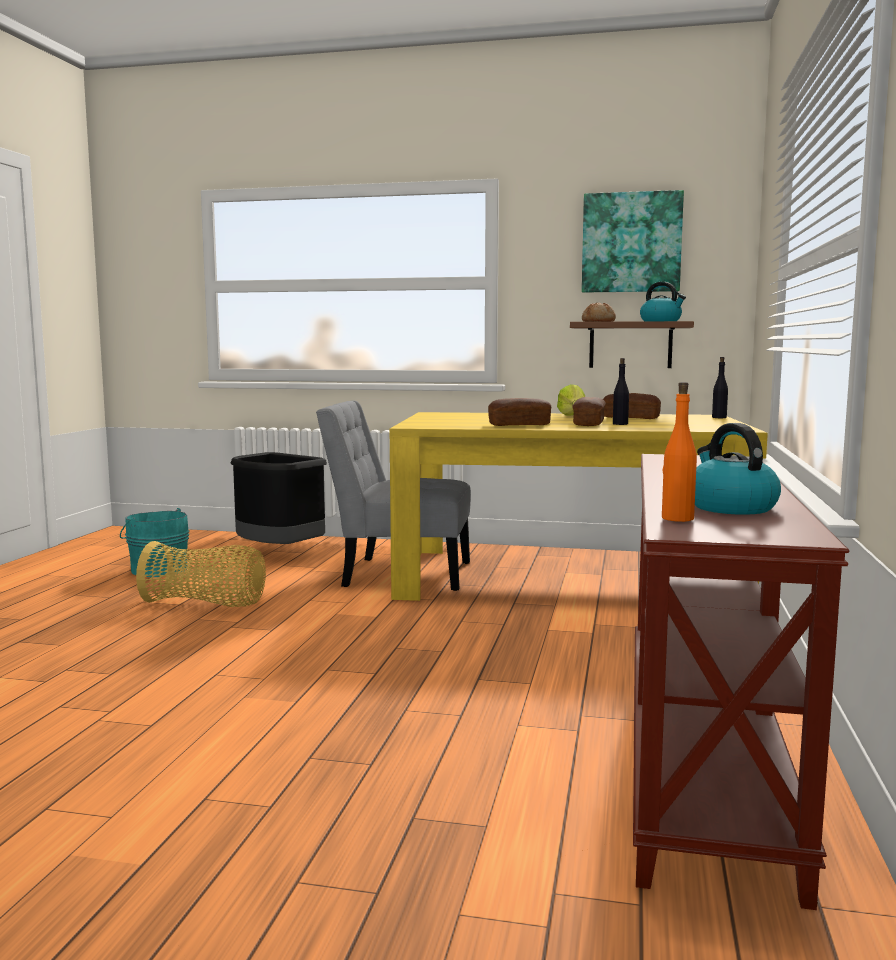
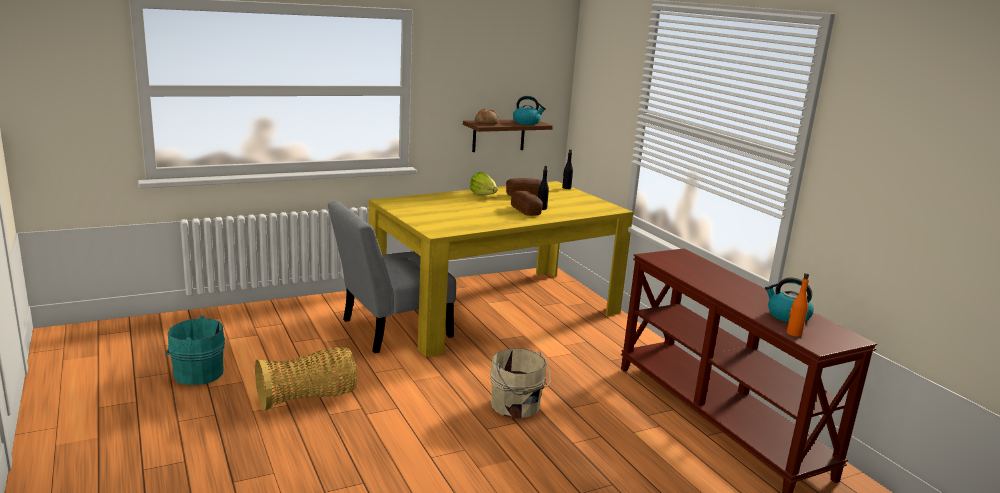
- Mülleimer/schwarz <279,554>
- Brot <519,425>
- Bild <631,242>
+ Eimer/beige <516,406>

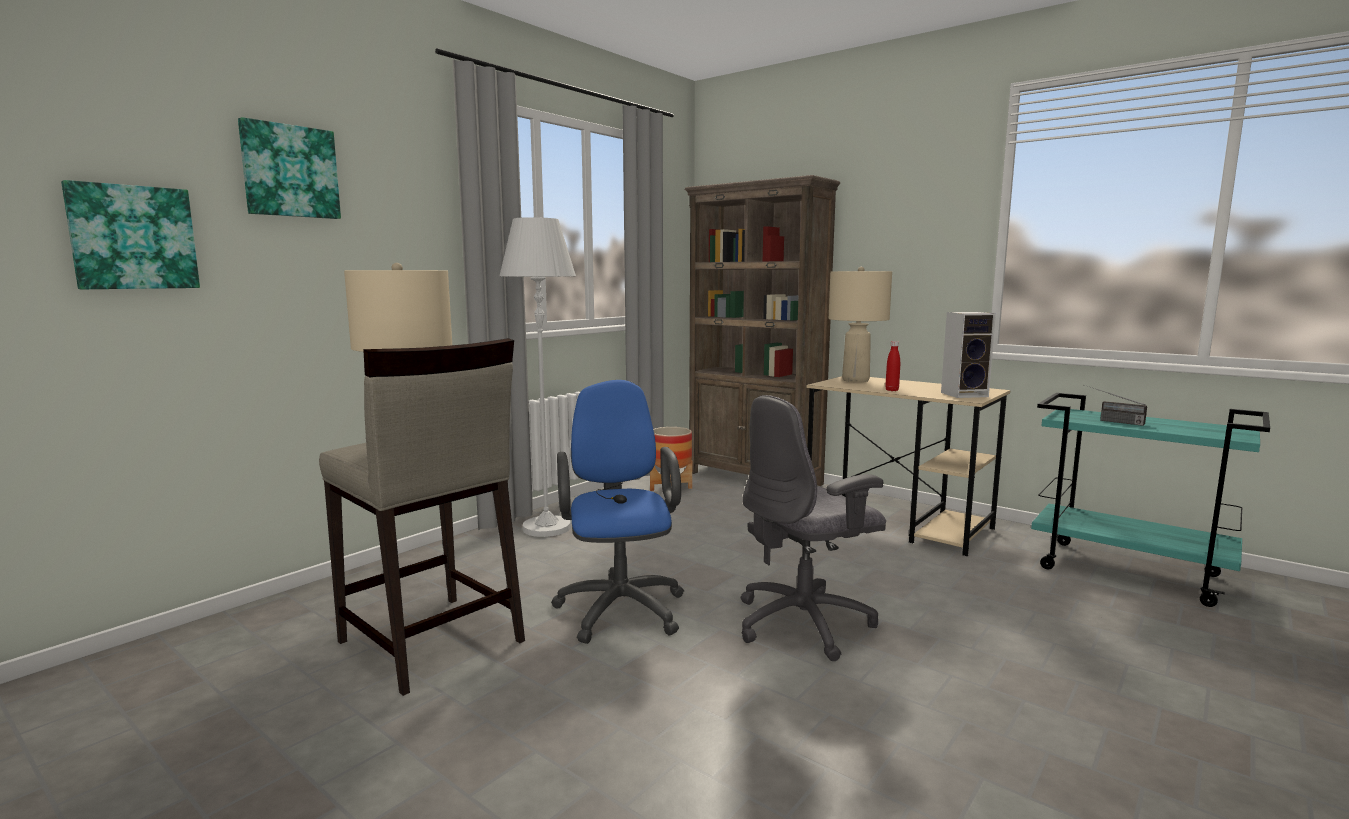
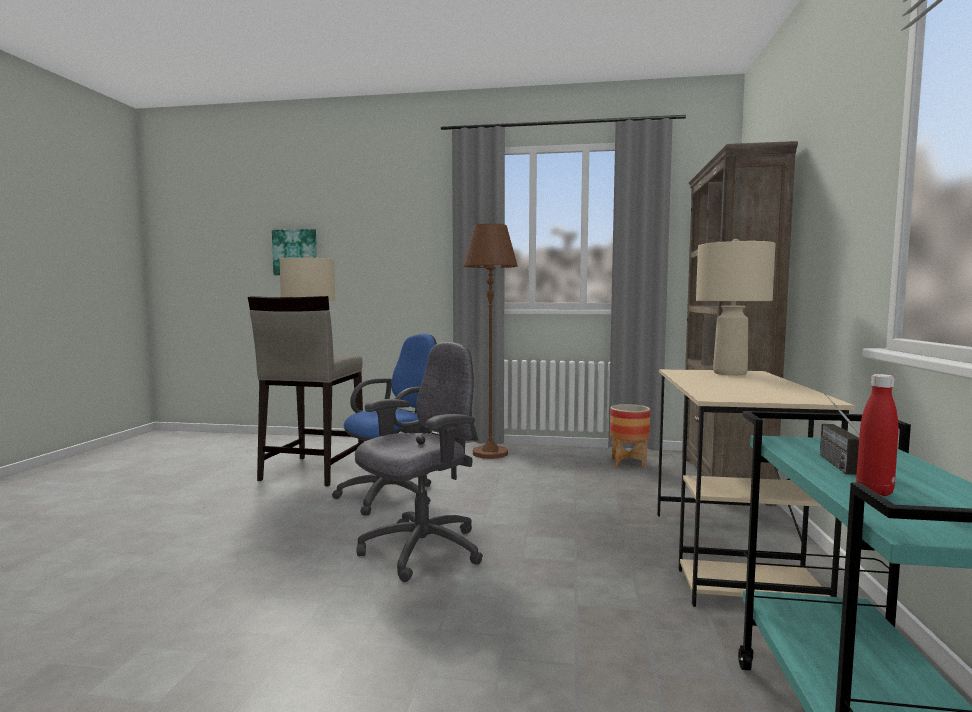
- Bild <290,171>
- Lautsprecher <965,394>
~ Flasche/rot <892,390> to <874,492>
~ Stehlampe/weiß <546,528> to Stehlampe/braun <490,453>
~ Bürostuhl/grau <805,623> = <420,551> 105 degrees clockwise

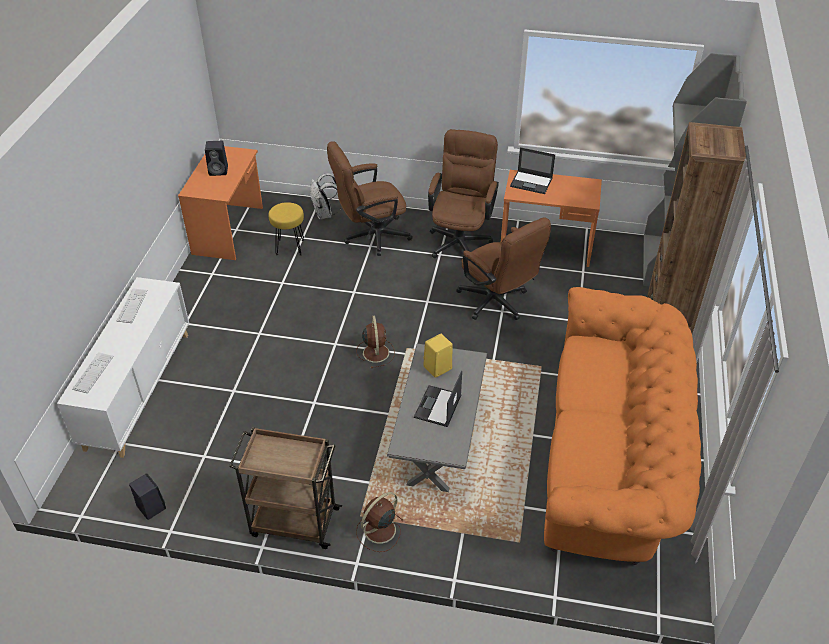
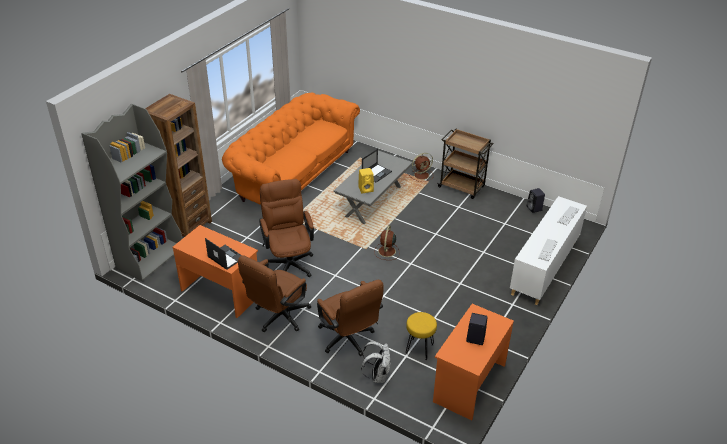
~ Bürostuhl/braun <370,237> = <348,340> 60 degrees clockwise

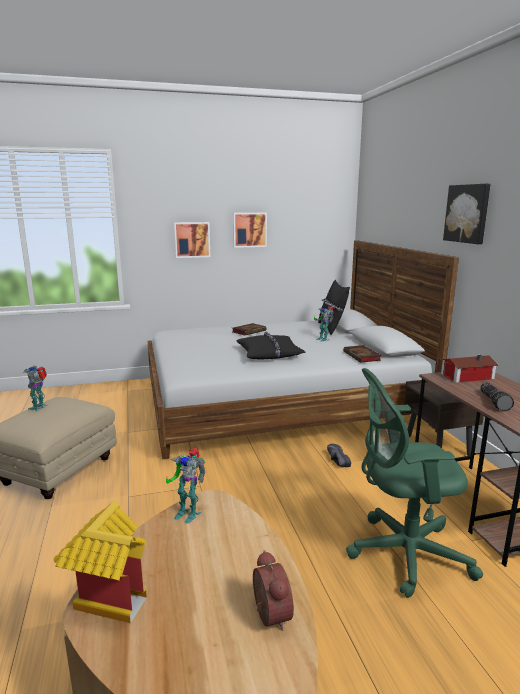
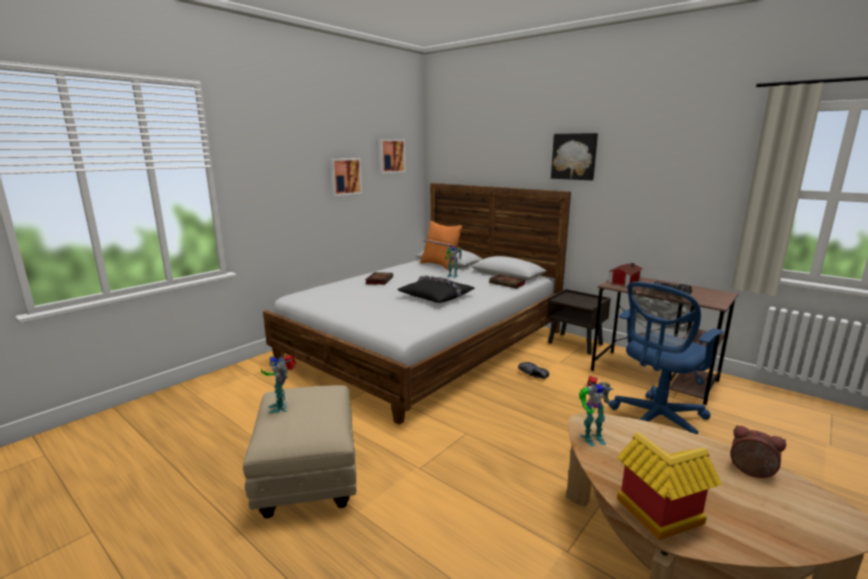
~ Bild <192,239> to <391,156>
~ Kissen/schwarz <332,328> to Kissen/orange <440,266>
~ Bürostuhl/grün <402,553> to Bürostuhl/blau <656,421>

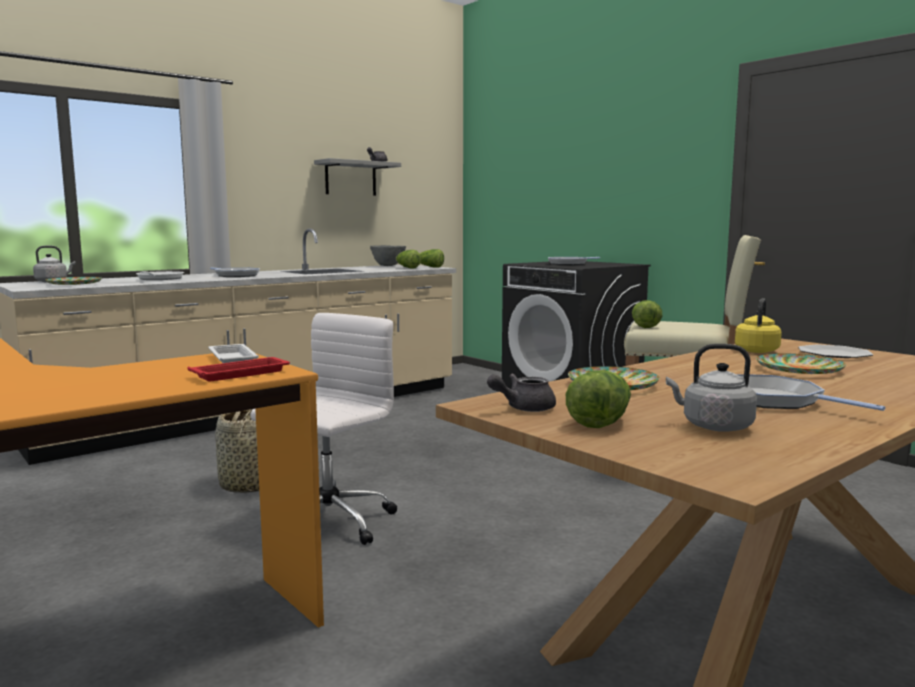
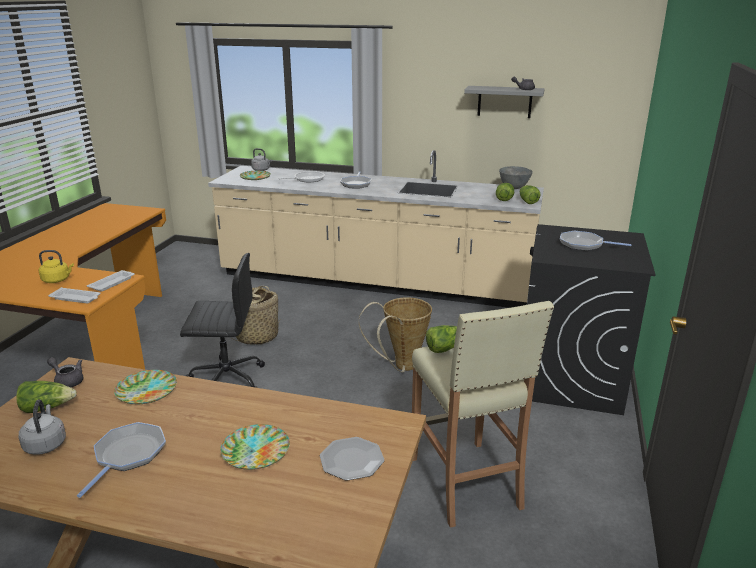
+ Korb <401,367>
~ Wasserkessel/gelb <757,350> to <57,280>
~ Tablett/rot <242,374> to Tablett/weiß <76,298>
~ Bürostuhl/weiß <326,522> to Bürostuhl/schwarz <225,380>

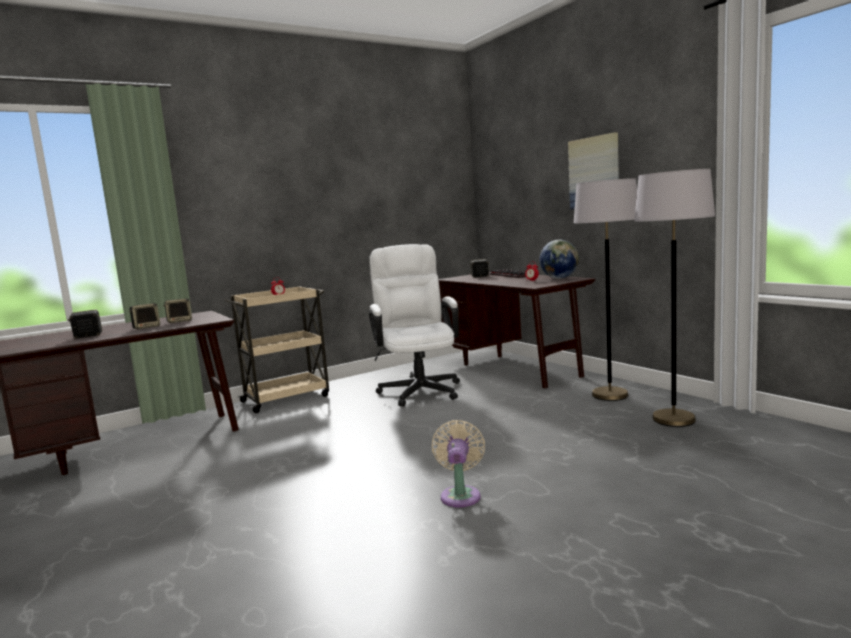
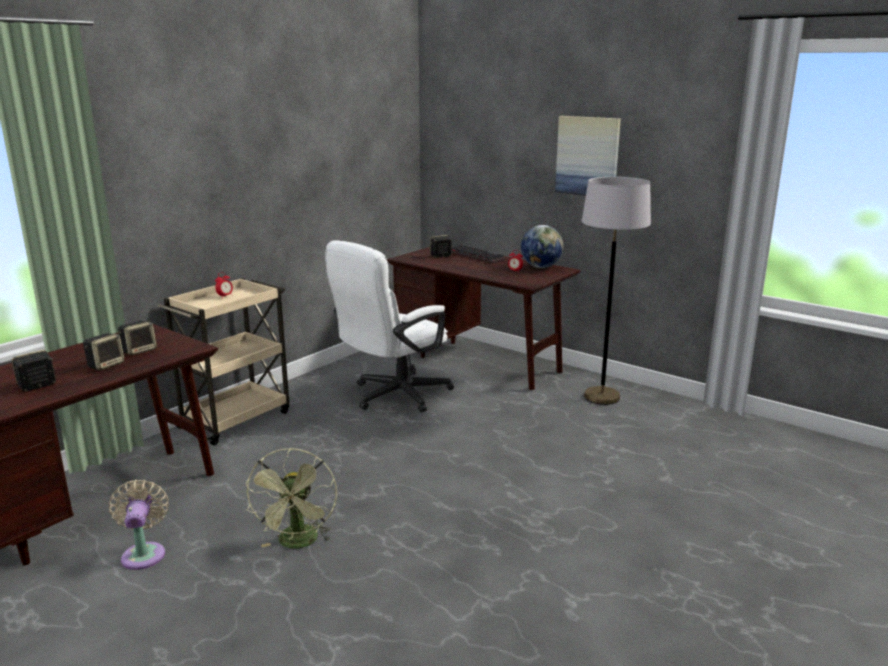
- Stehlampe/grau <673,419>
+ Ventilator/grün <298,543>
~ Ventilator/beige <460,495> to <144,553>
~ Bürostuhl/weiß <419,389> = <393,396> 105 degrees counterclockwise

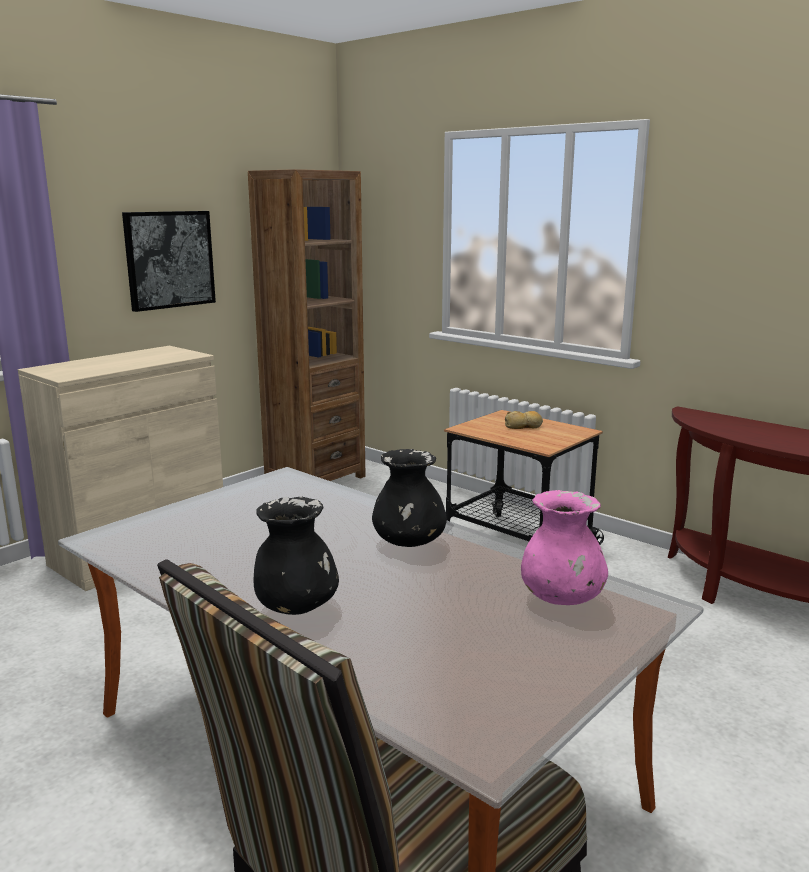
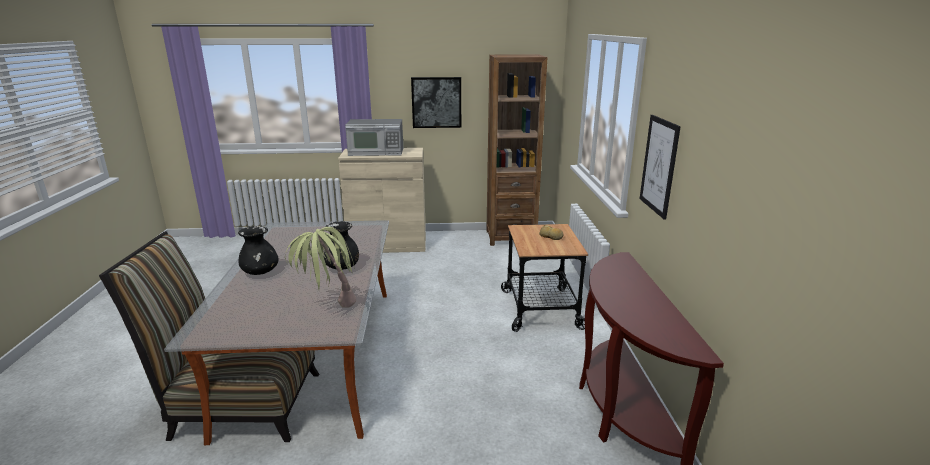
+ Mikrowelle <376,152>
+ Bild <659,165>
~ Vase/rosa <562,599> to Topfpflanze <327,311>

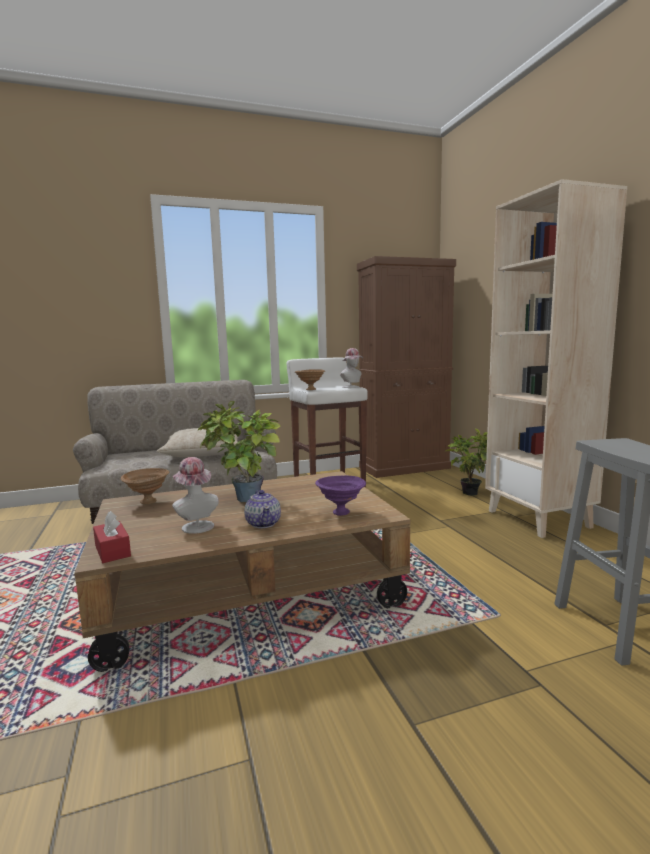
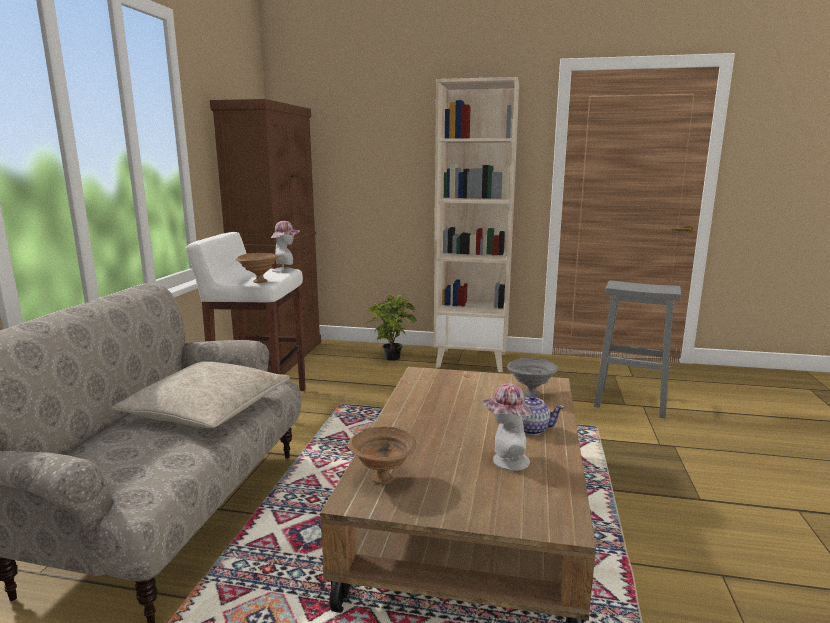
- Taschentuchbox/rot <112,551>
- Topfpflanze <242,500>
~ Schüssel/lila <340,512> to Schüssel/grau <530,394>

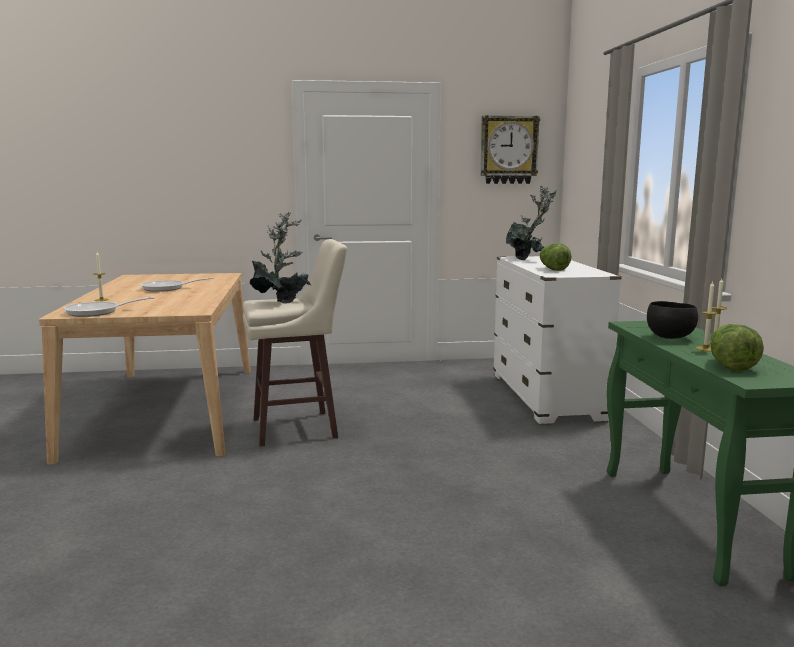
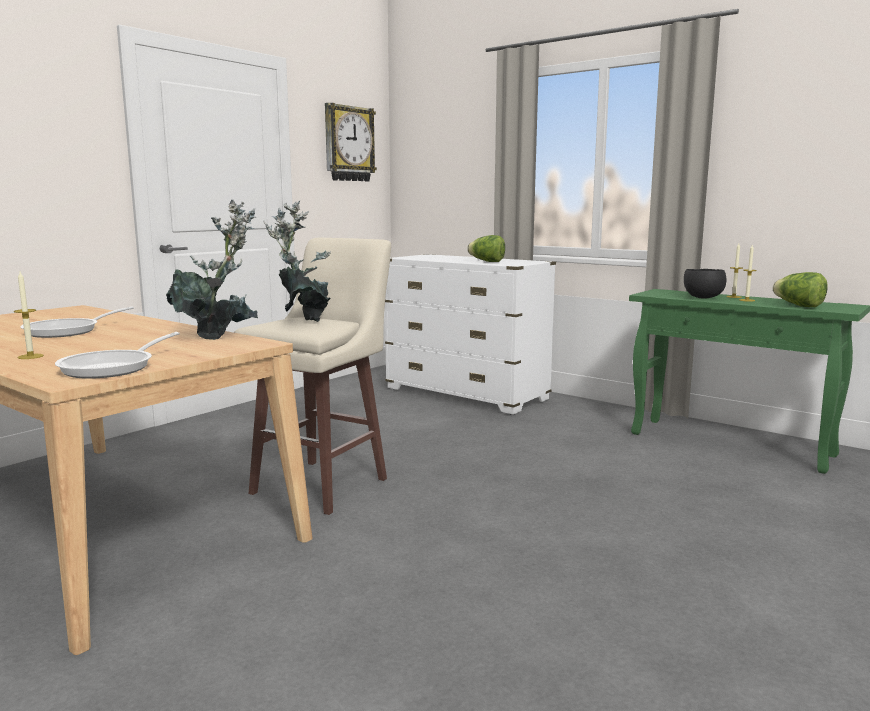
~ Topfpflanze <528,259> to <219,336>

